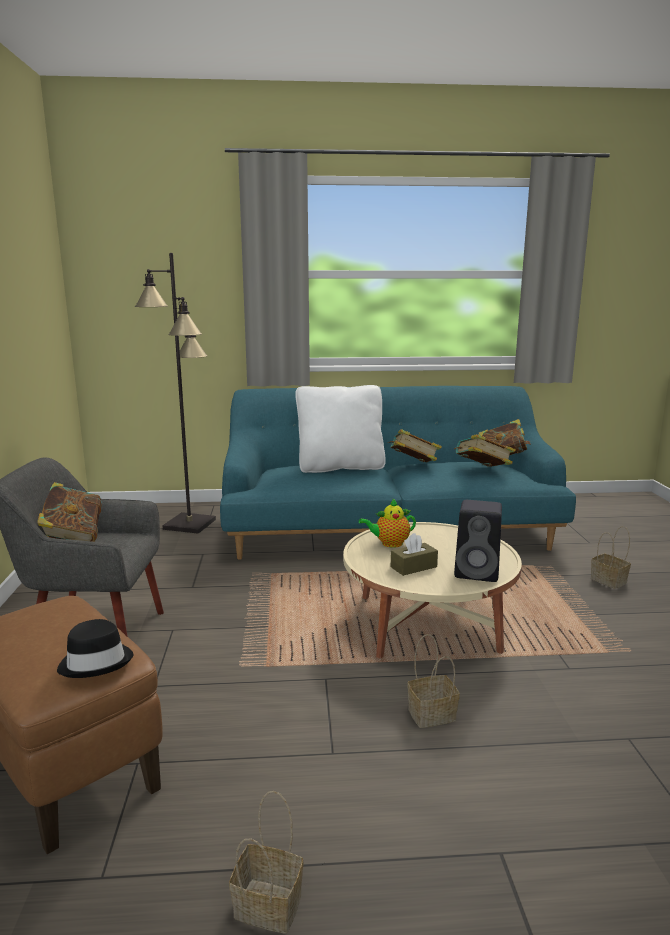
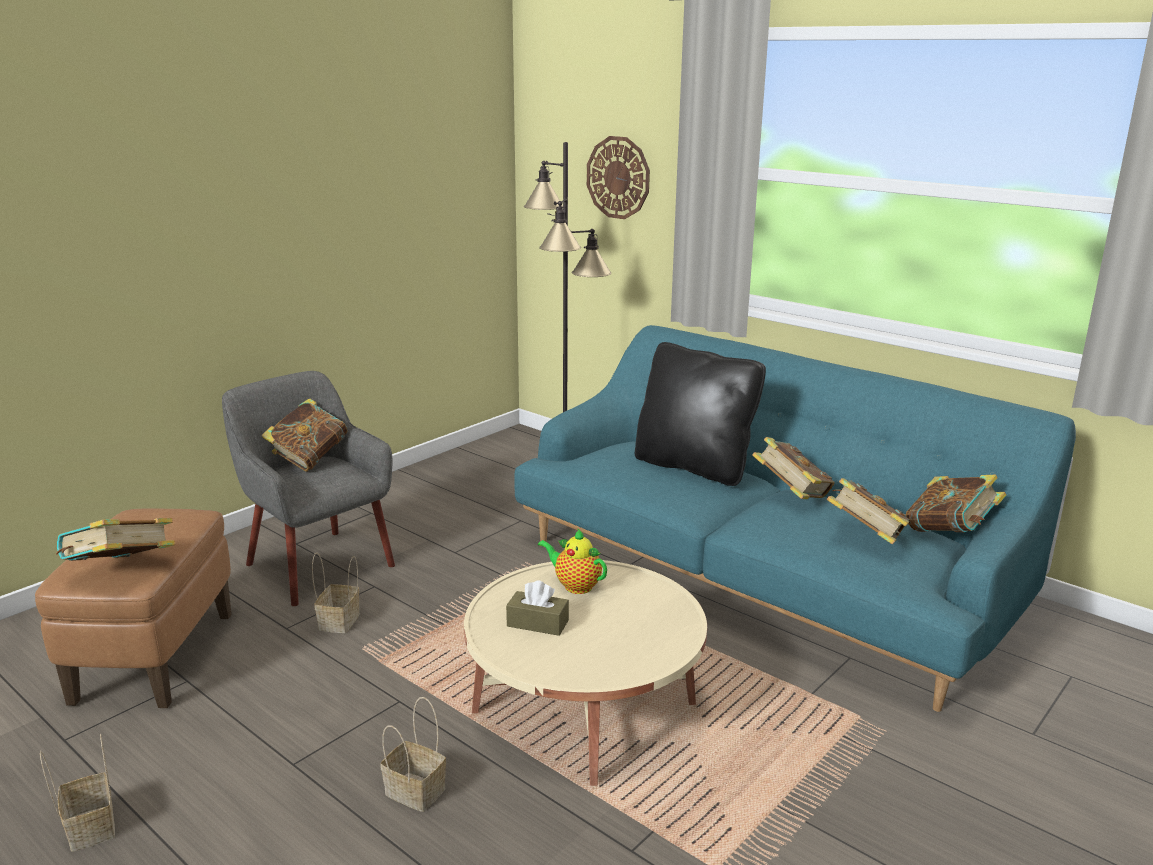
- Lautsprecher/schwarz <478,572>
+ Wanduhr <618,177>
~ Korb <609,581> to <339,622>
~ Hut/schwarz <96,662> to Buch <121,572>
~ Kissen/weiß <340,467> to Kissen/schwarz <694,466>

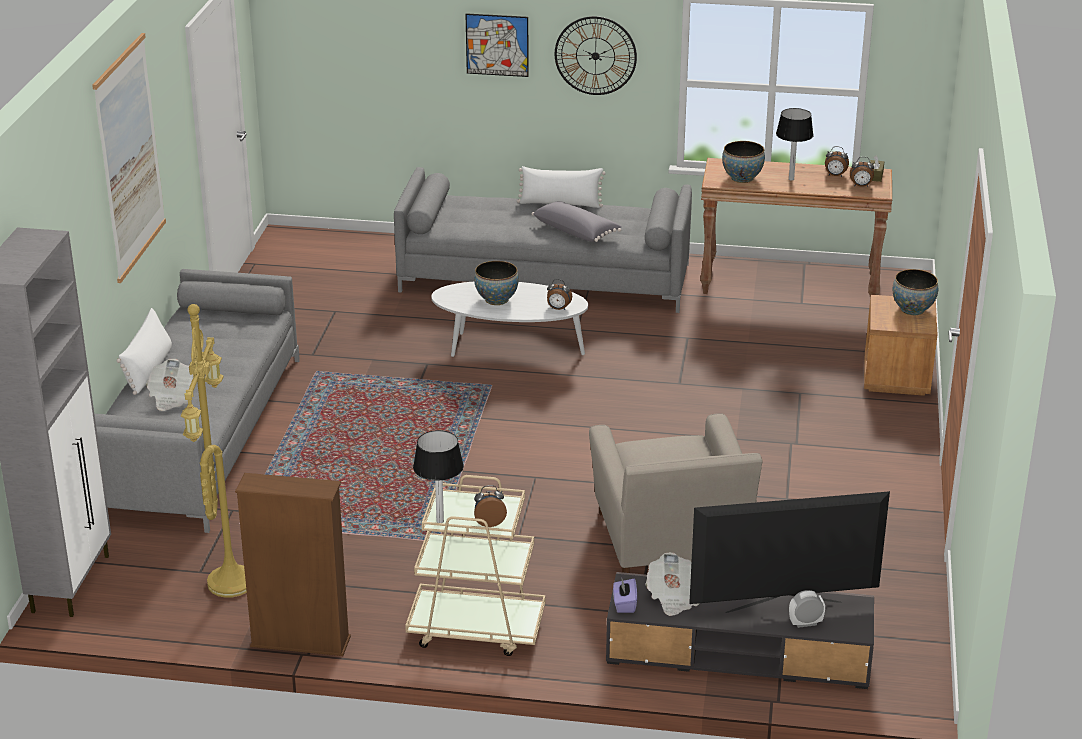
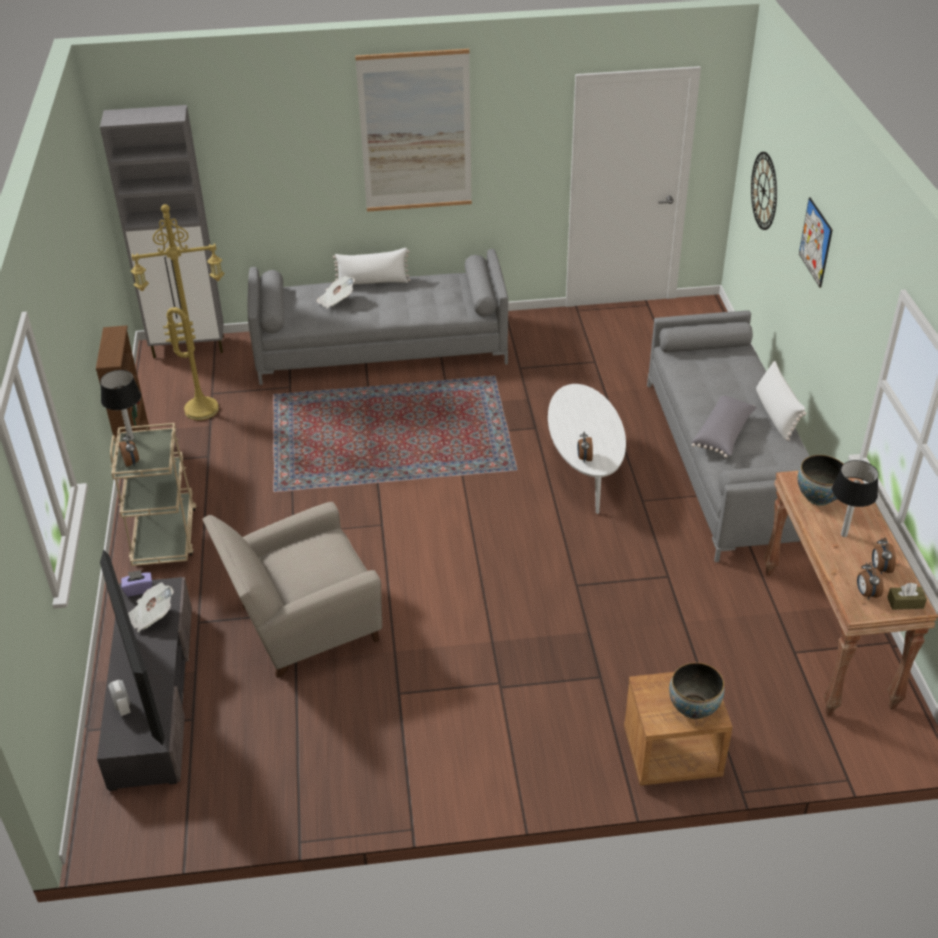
- Schüssel <496,300>
~ Wanduhr <595,55> to <764,191>

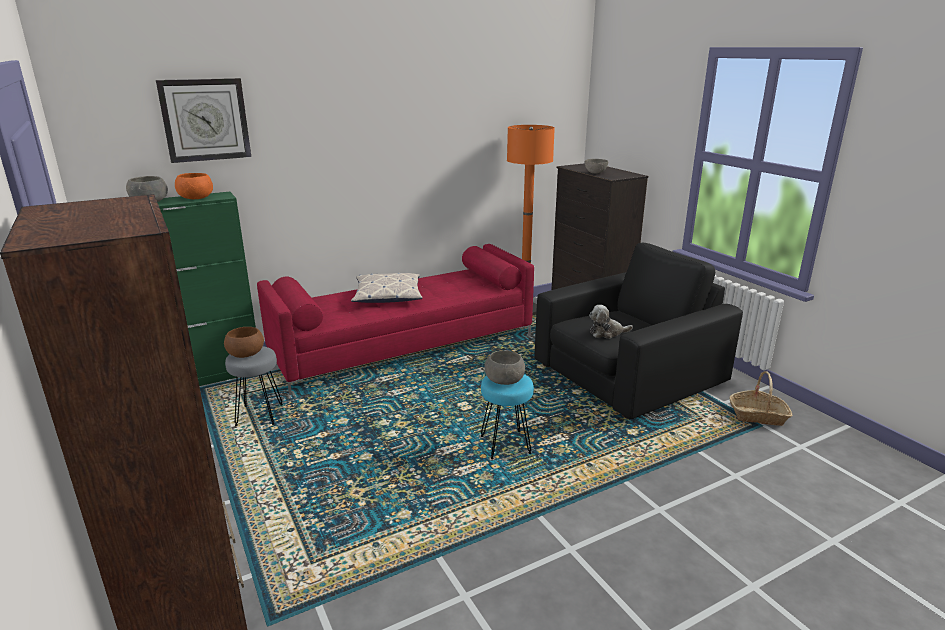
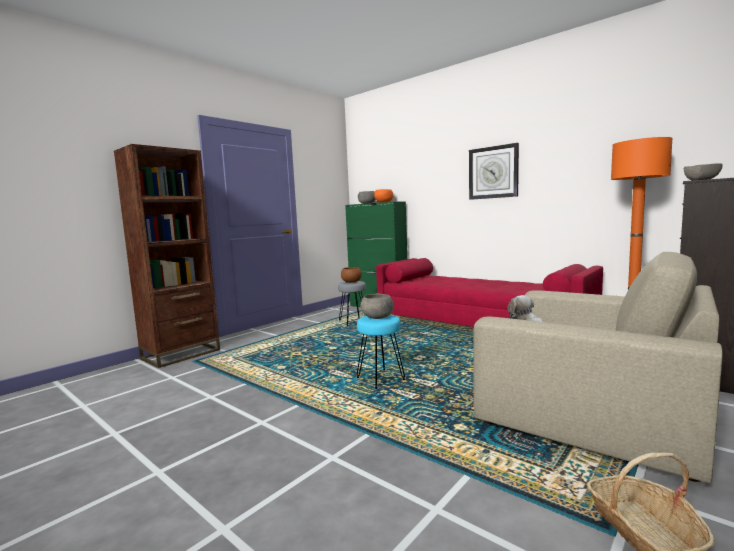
- Kissen <388,295>
~ Wanduhr <205,120> to <493,172>
~ Sessel/schwarz <627,374> to Sessel/beige <589,411>

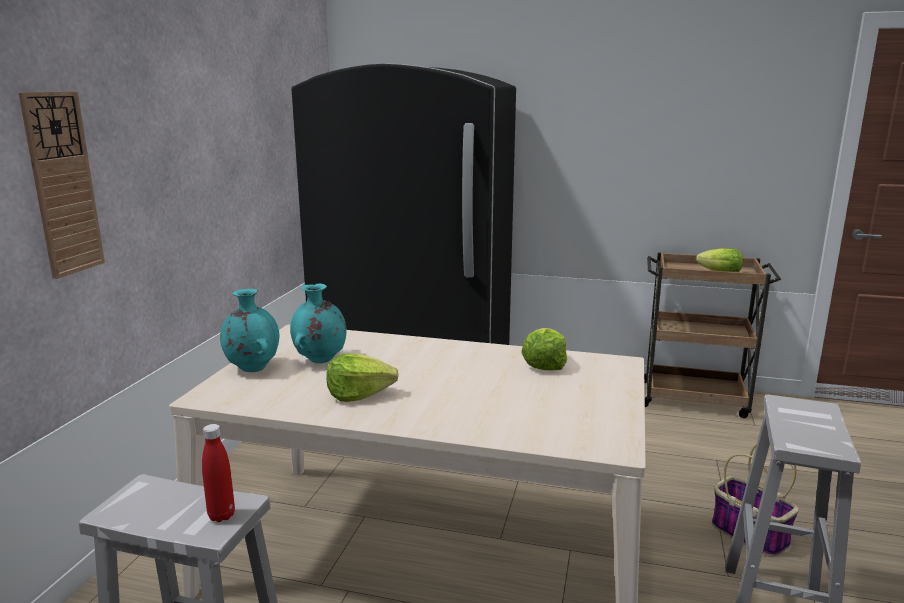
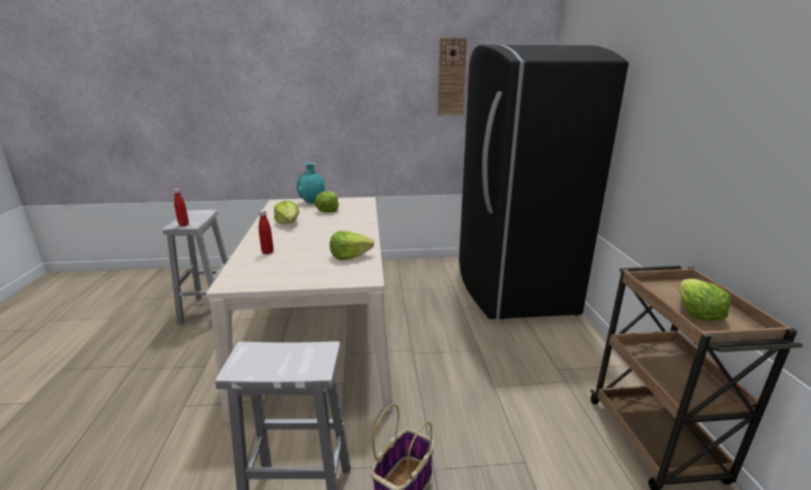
+ Flasche/rot <267,252>
~ Wanduhr <62,184> to <451,77>
~ Vase/türkis <320,360> to Salatkopf <328,210>

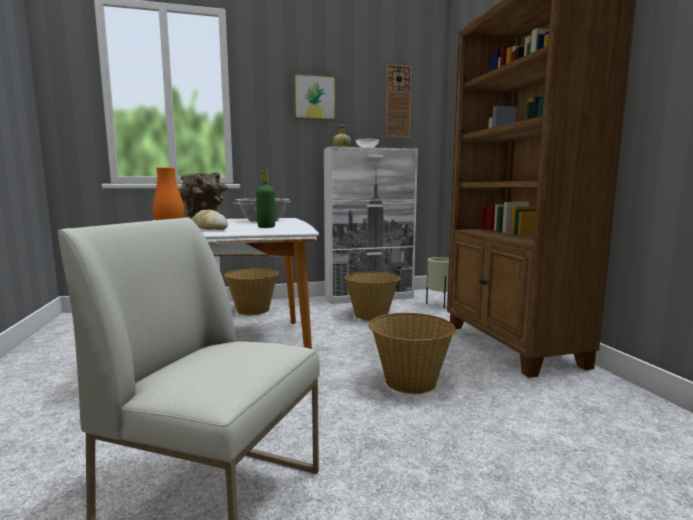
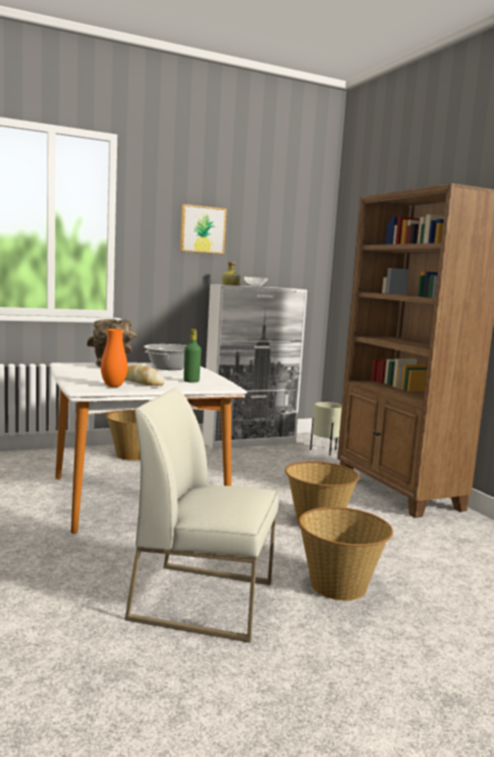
- Wanduhr <398,102>
~ Korb <372,315> to <339,586>

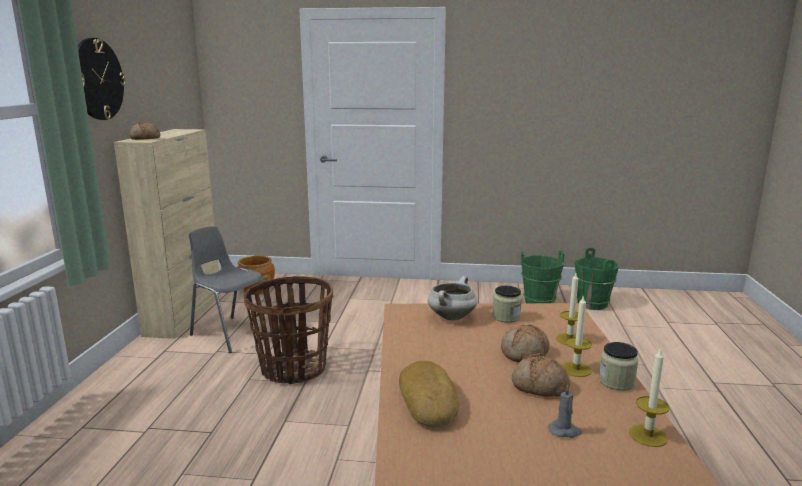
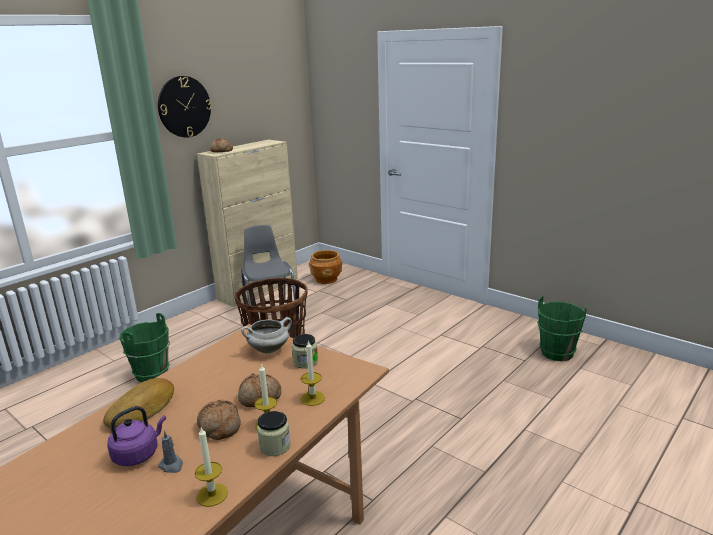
+ Wasserkessel/lila <138,454>
~ Eimer/grün <592,304> to <151,374>

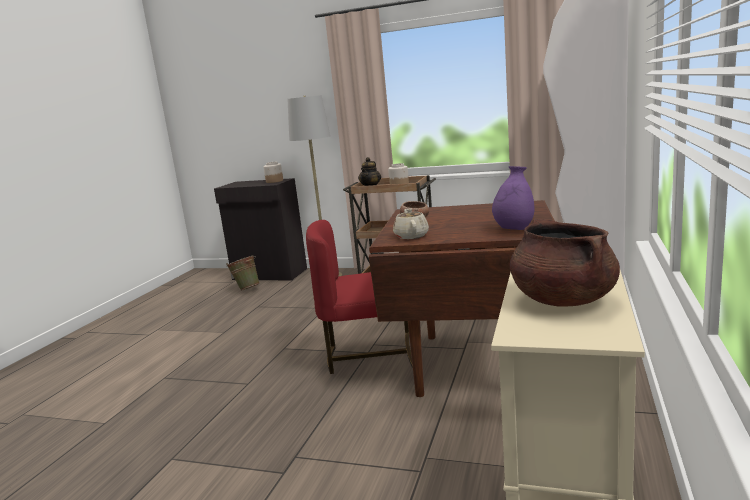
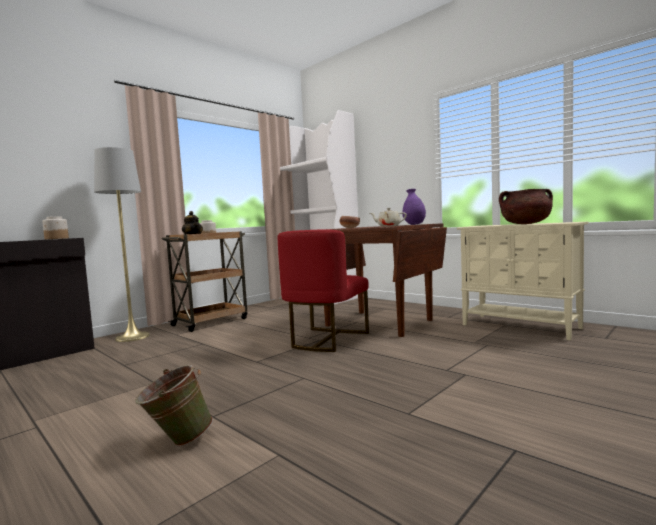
~ Eimer/grün <246,289> to <177,441>

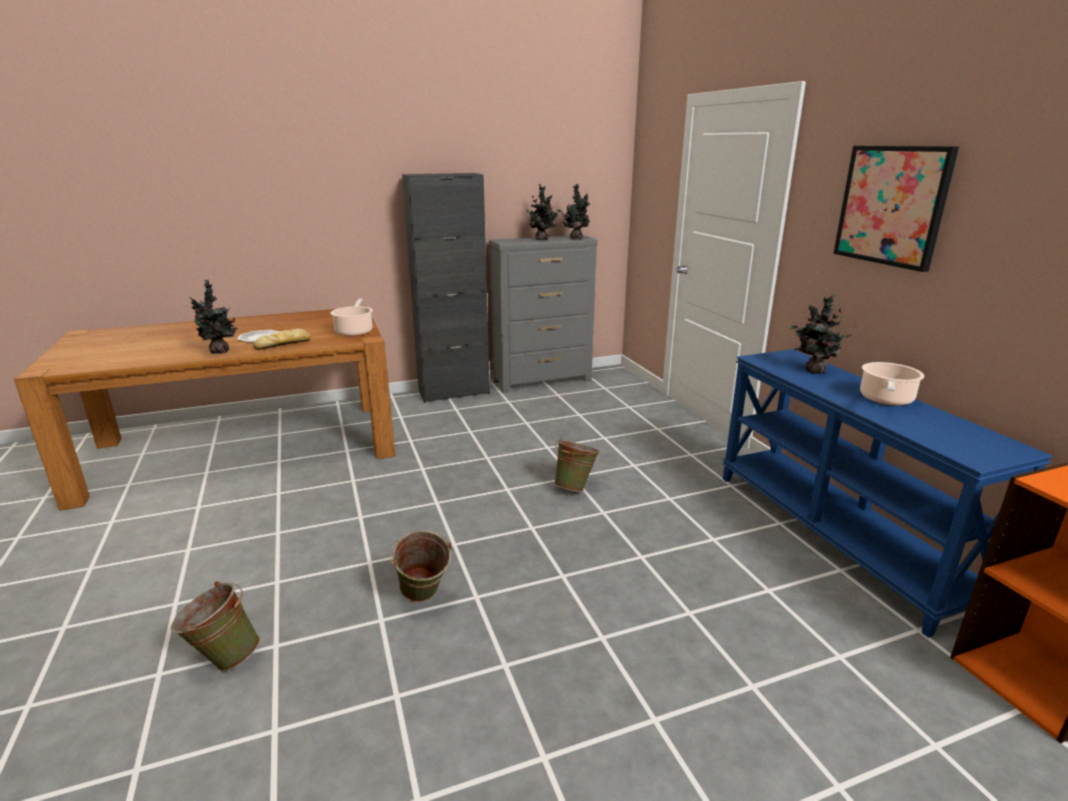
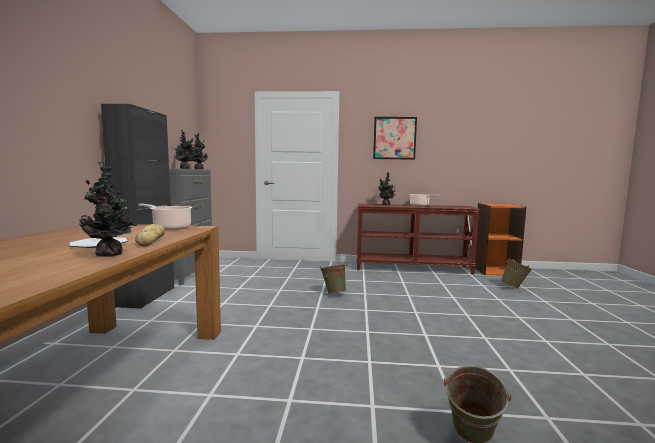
~ Eimer/grün <423,599> to <515,287>
~ Konsolentisch/blau <836,536> to Konsolentisch/braun <412,268>

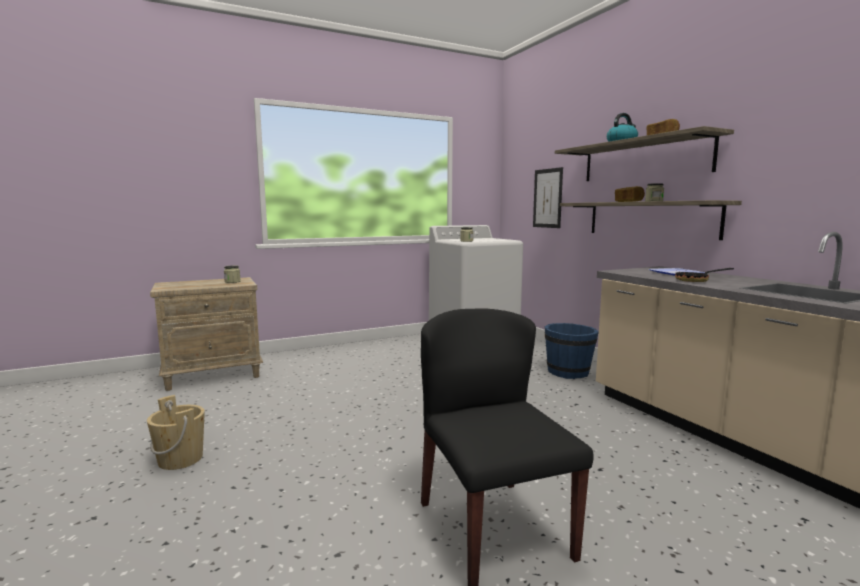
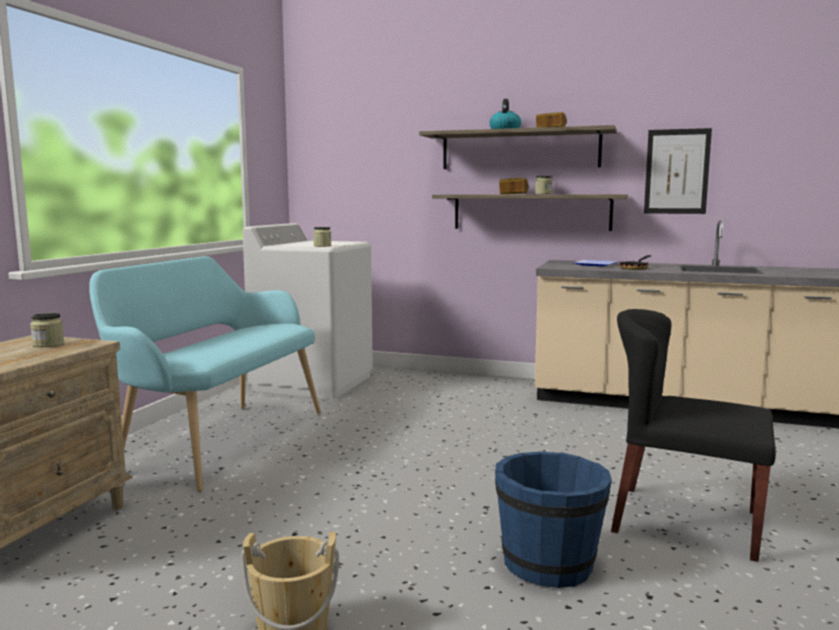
+ Bank/türkis <218,440>
~ Bild <547,198> to <677,171>
~ Eimer/blau <568,372> to <548,564>

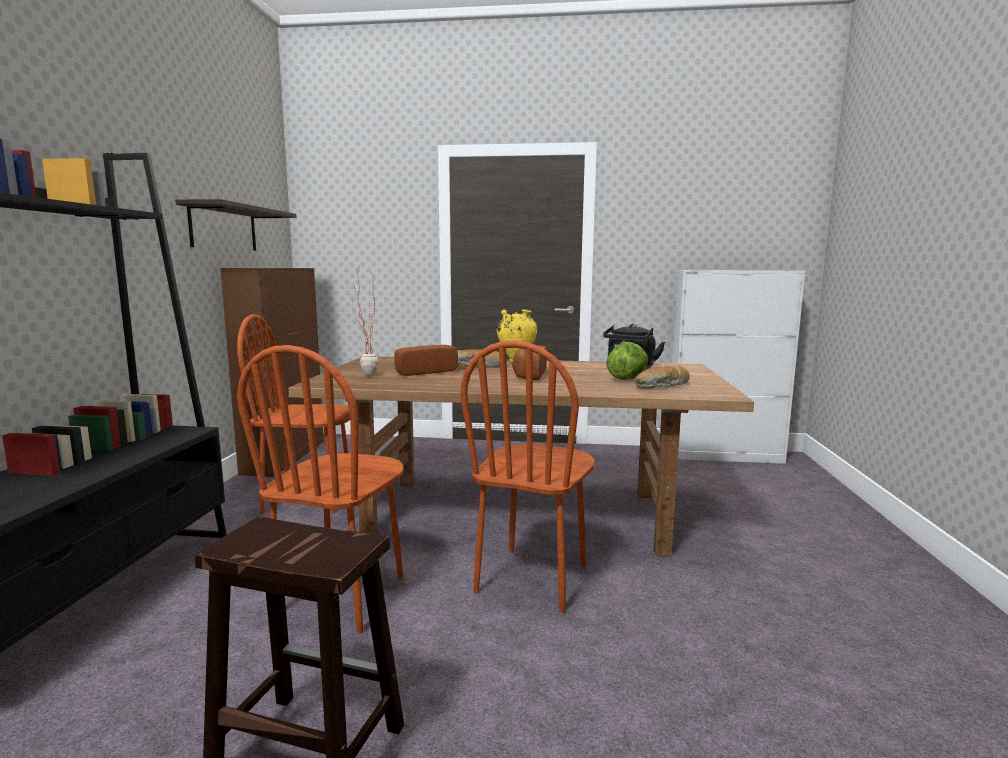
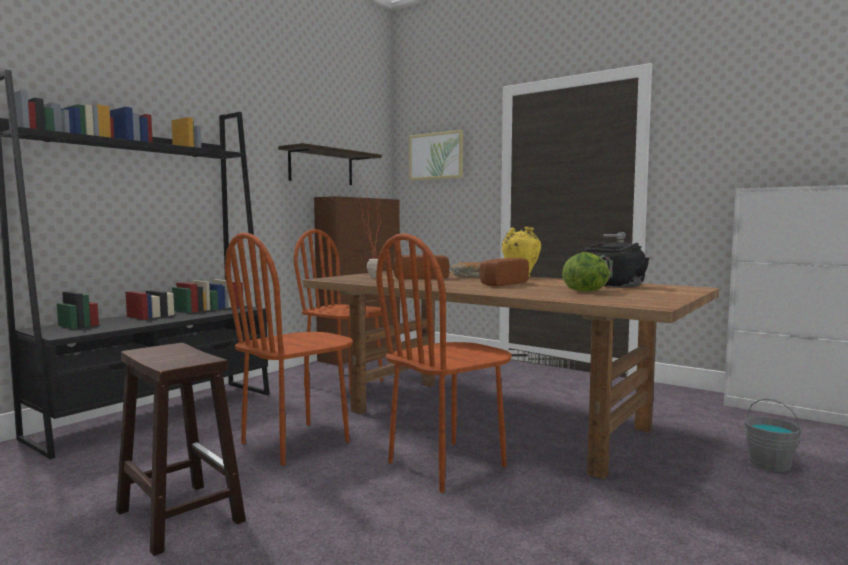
- Brot <663,386>
+ Bild <436,156>
+ Eimer/grau <770,464>

